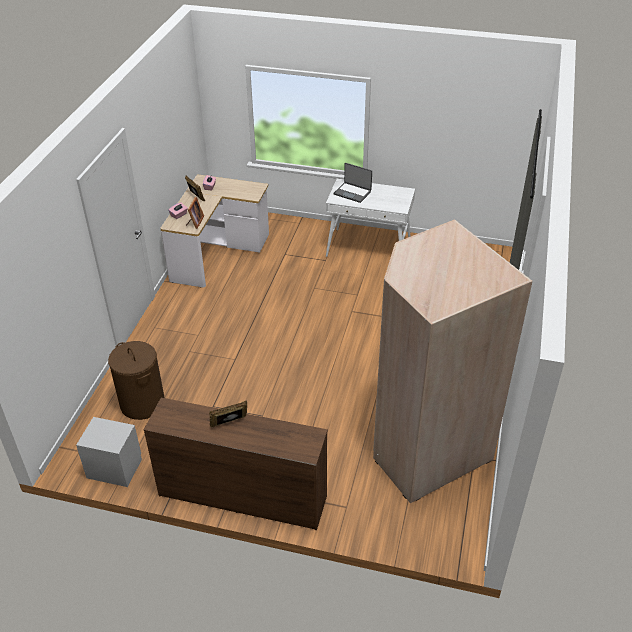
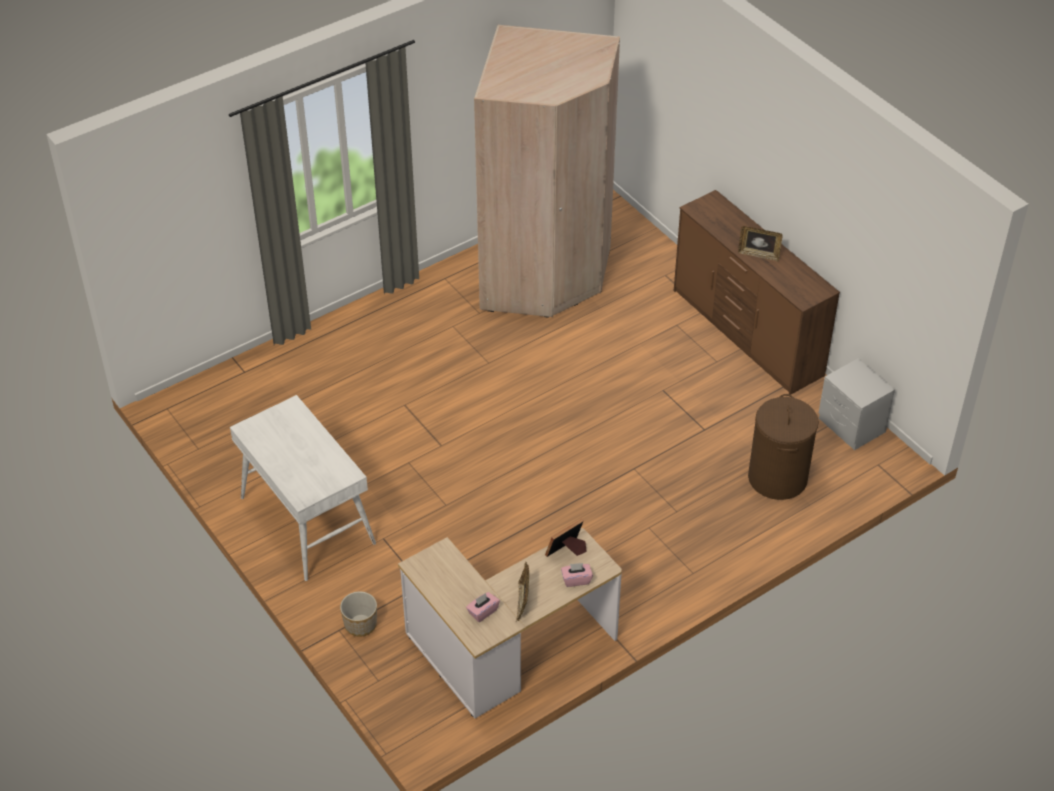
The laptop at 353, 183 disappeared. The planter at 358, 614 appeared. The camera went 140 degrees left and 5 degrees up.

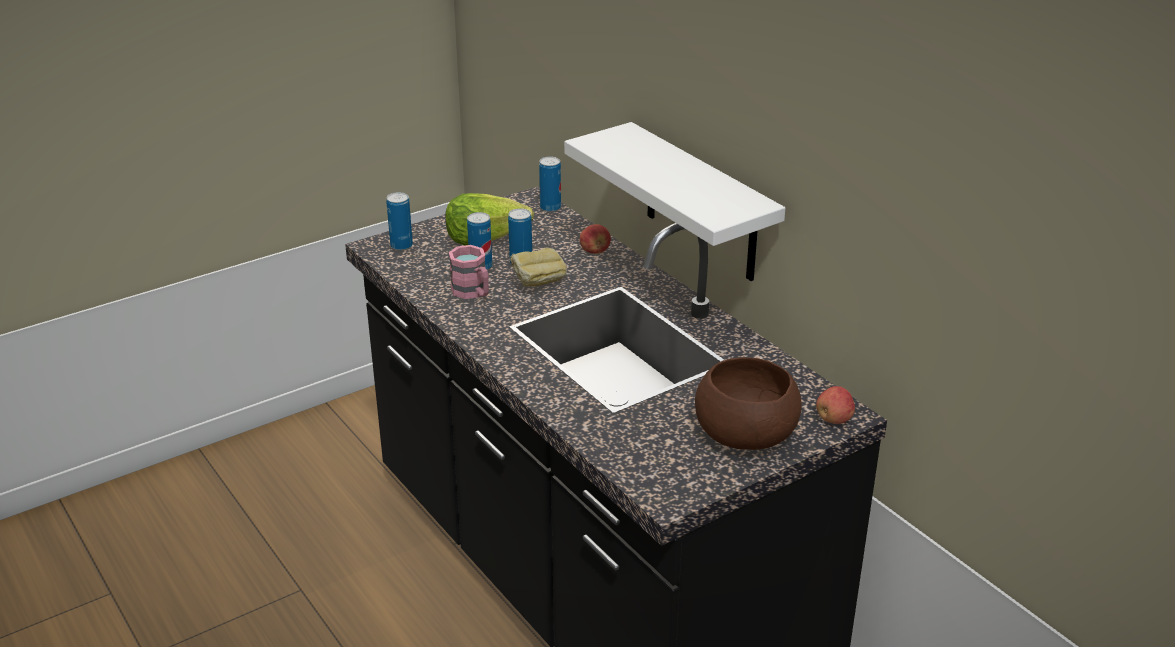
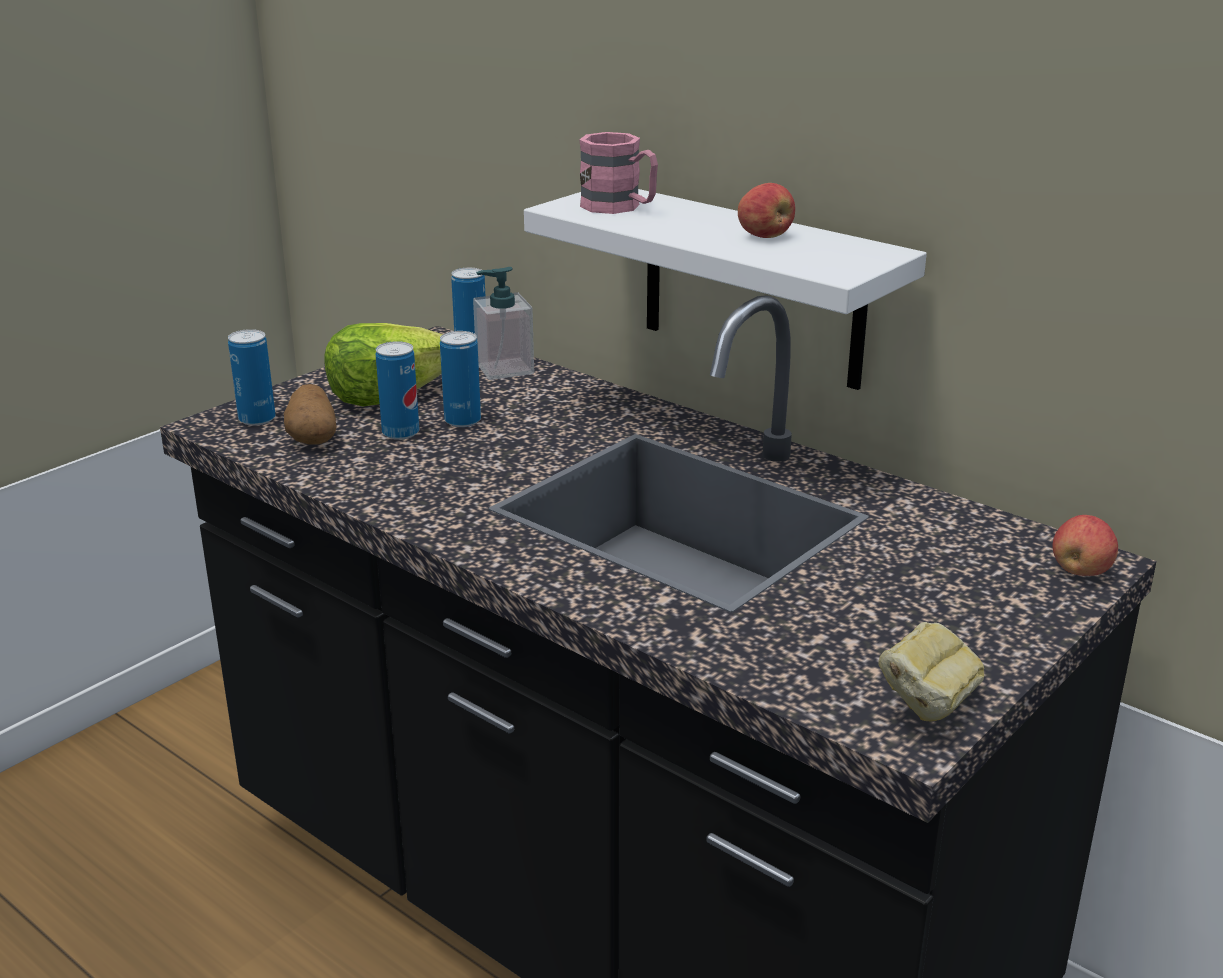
The pink mug moved from 469, 272 to 618, 173. The bread moved from 538, 267 to 931, 671. The apple moved from 595, 239 to 766, 210. The brown bowl at 748, 403 disappeared. The potato at 310, 414 appeared. The soap dispenser at 503, 323 appeared. The camera went 15 degrees left and 5 degrees down.

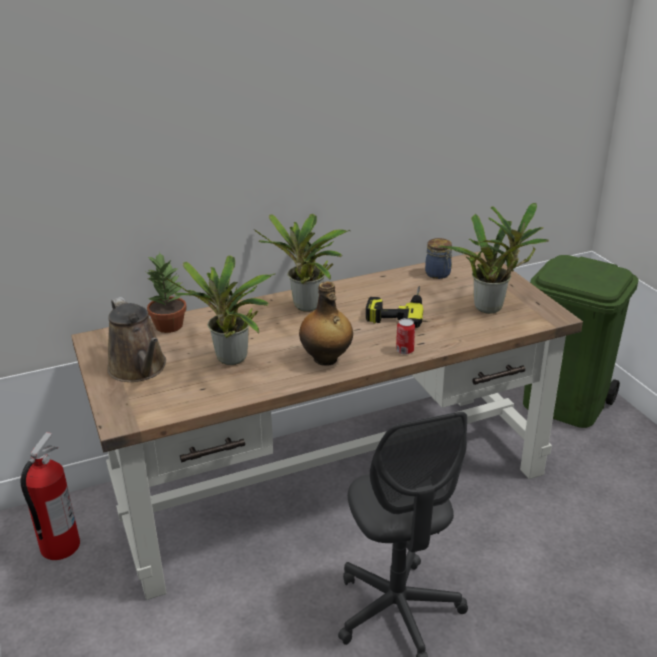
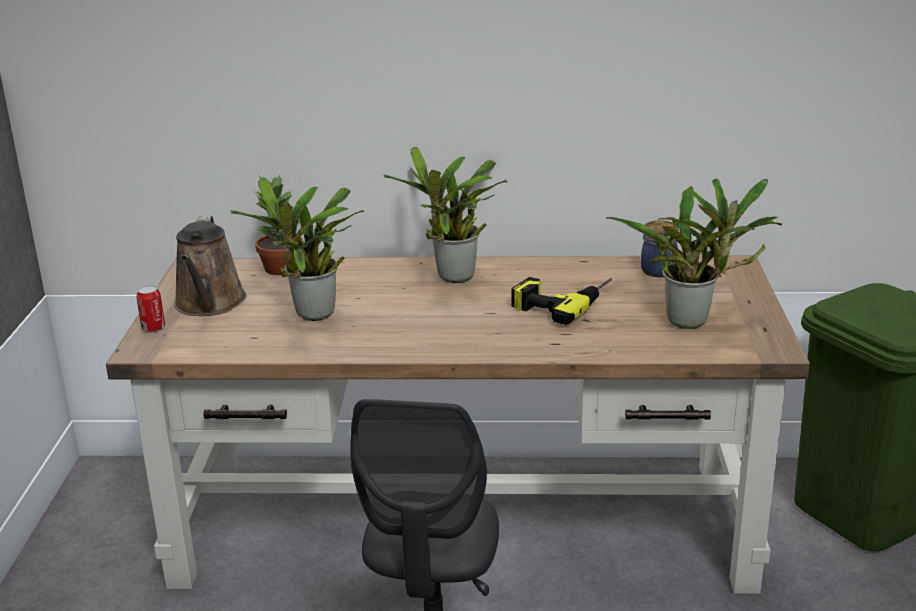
The fire extinguisher at 50, 496 disappeared. The bottle at 326, 323 disappeared. The can moved from 405, 336 to 150, 309. The camera went 25 degrees right and 5 degrees down.

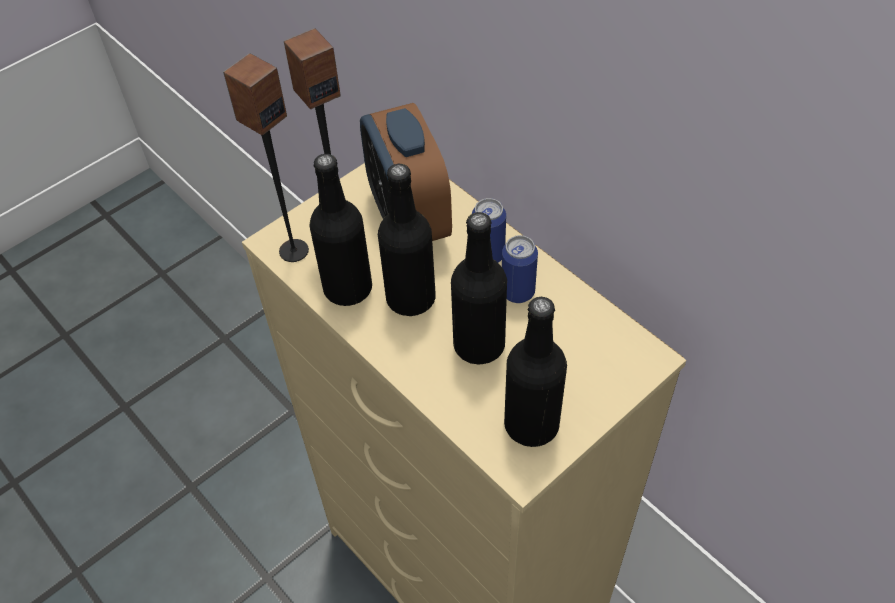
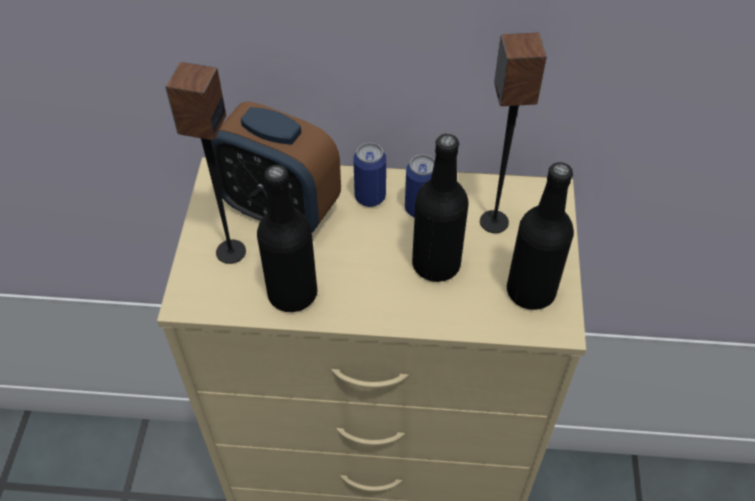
The speaker moved from 266, 157 to 513, 133. The black bottle at 407, 240 disappeared. The camera went 45 degrees left and 0 degrees up.

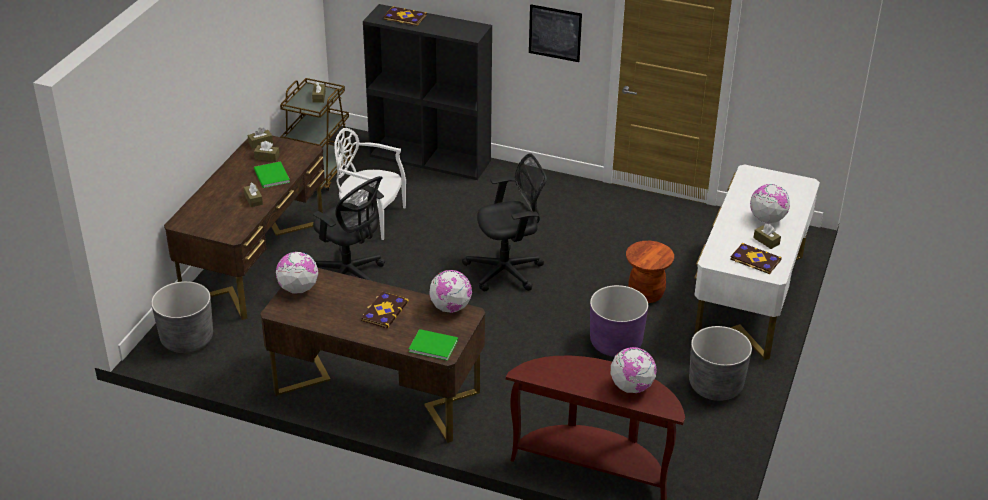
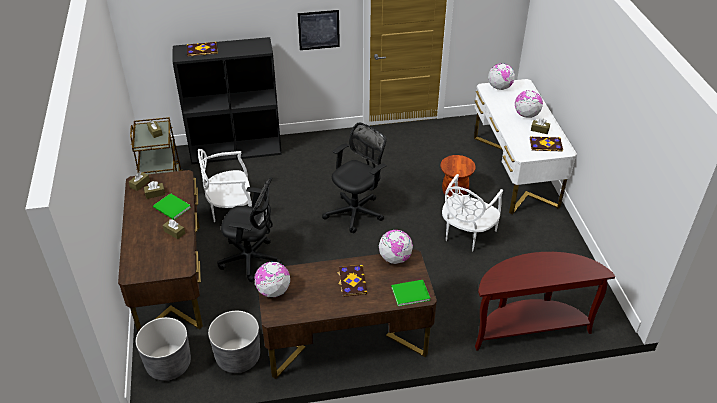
The purple planter at 619, 321 was replaced by the white chair at 472, 213. The globe moved from 634, 370 to 501, 76. The grey planter moved from 720, 363 to 234, 342. The camera went 30 degrees left and 5 degrees up.

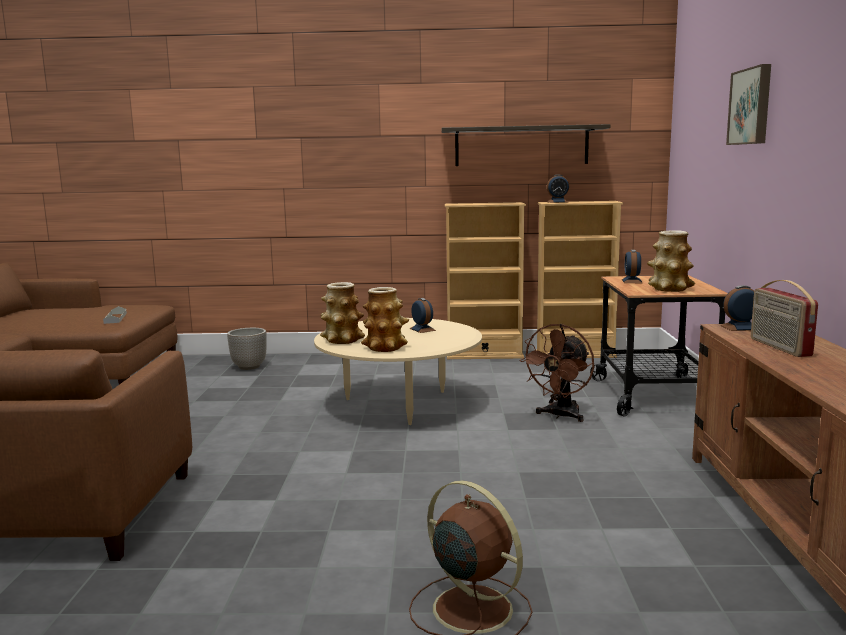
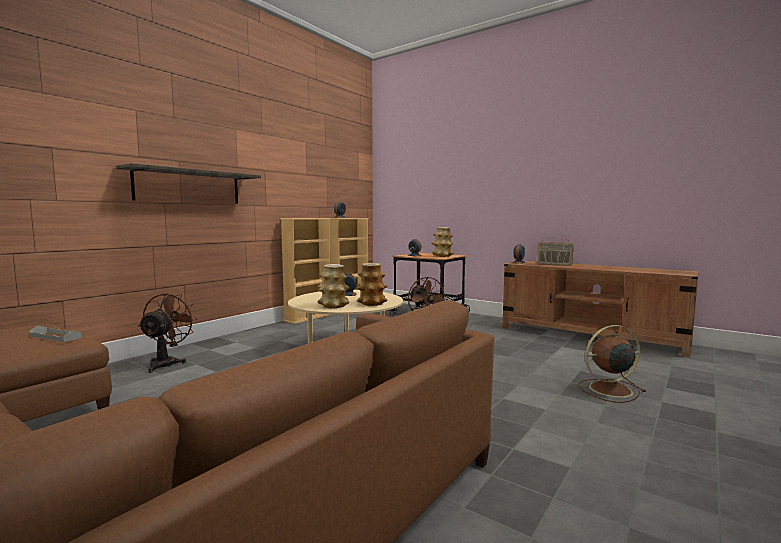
The planter at 247, 349 was replaced by the brown fan at 168, 333. The shelf moved from 526, 145 to 188, 183. The picture at 748, 104 disappeared. The camera went 55 degrees left and 5 degrees down.

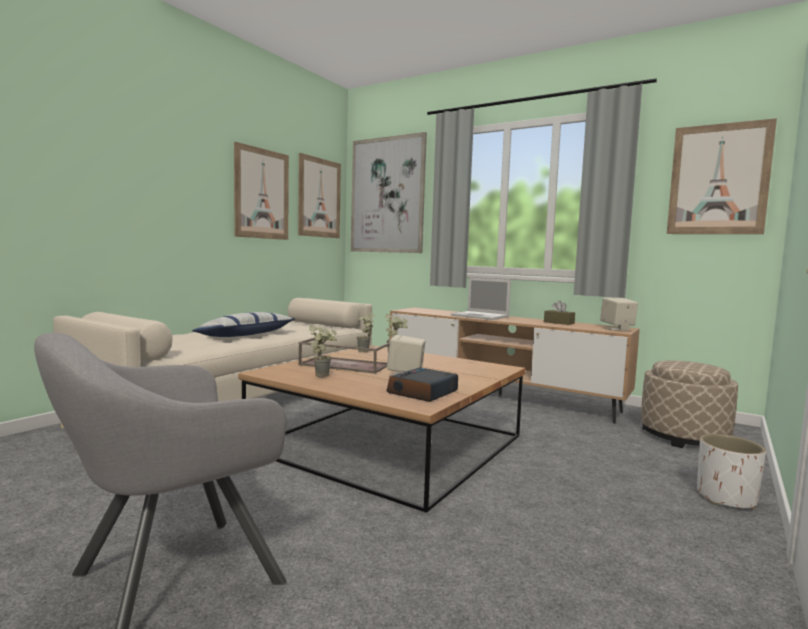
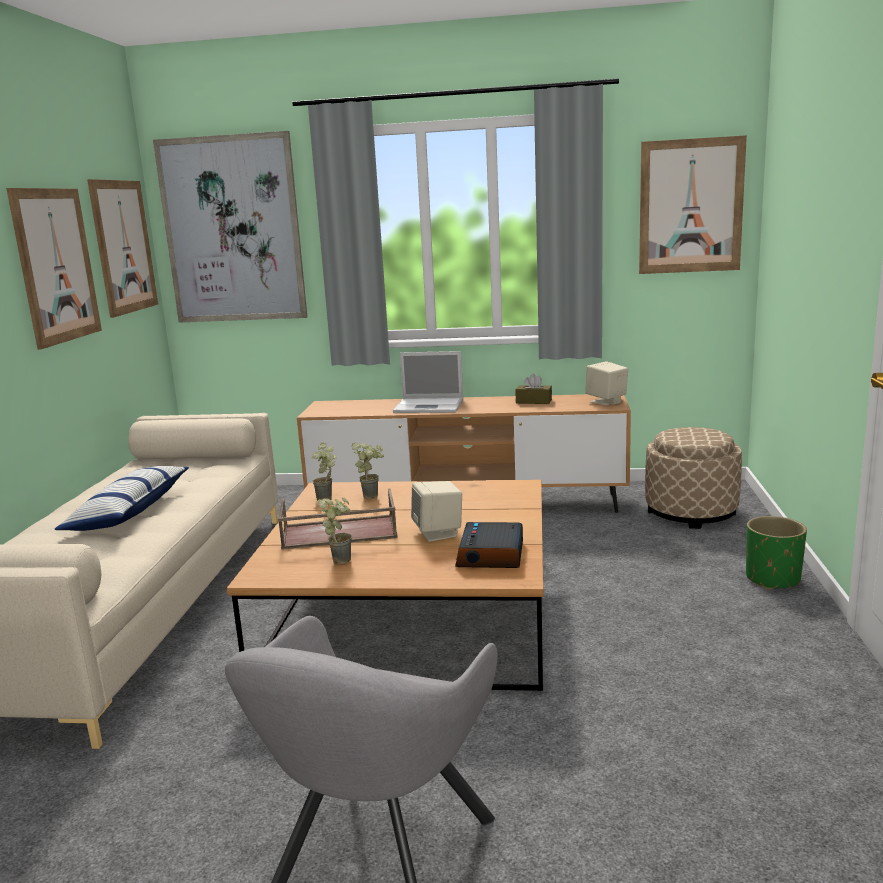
The white planter at 731, 472 became the green planter at 776, 553. The camera went 25 degrees left and 10 degrees up.

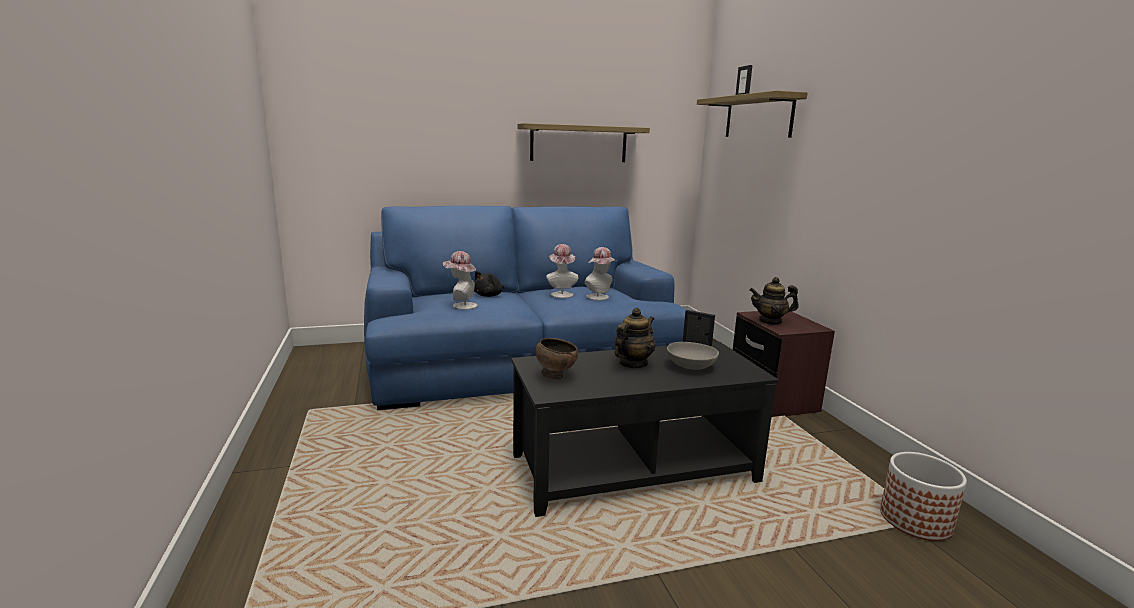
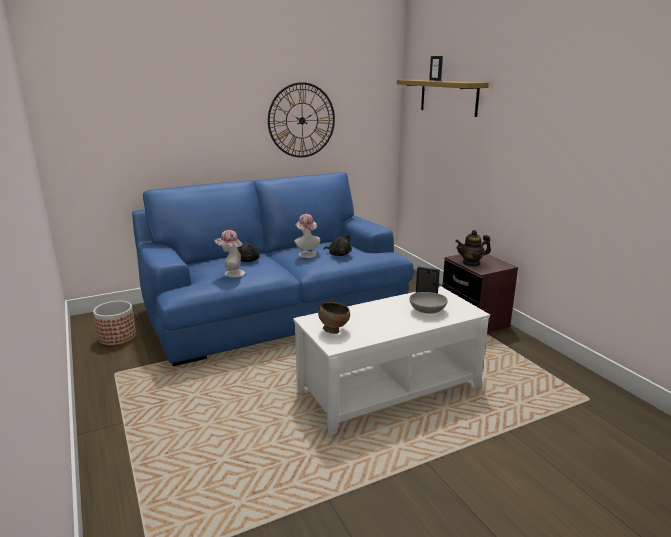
The black coffee table at 645, 429 became the white coffee table at 391, 360. The shelf at 583, 142 was replaced by the wall clock at 301, 120. The hat at 601, 273 was replaced by the black plush toy at 338, 245. The teapot at 635, 338 disappeared. The planter moved from 923, 496 to 114, 323. The camera went 10 degrees left and 5 degrees up.

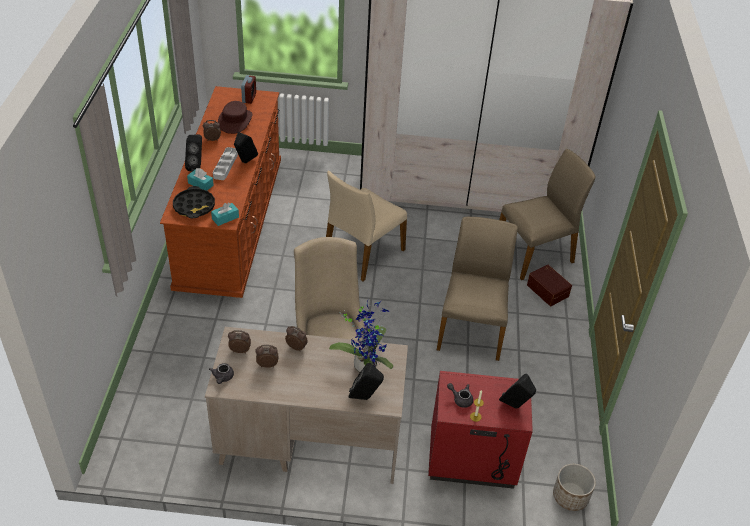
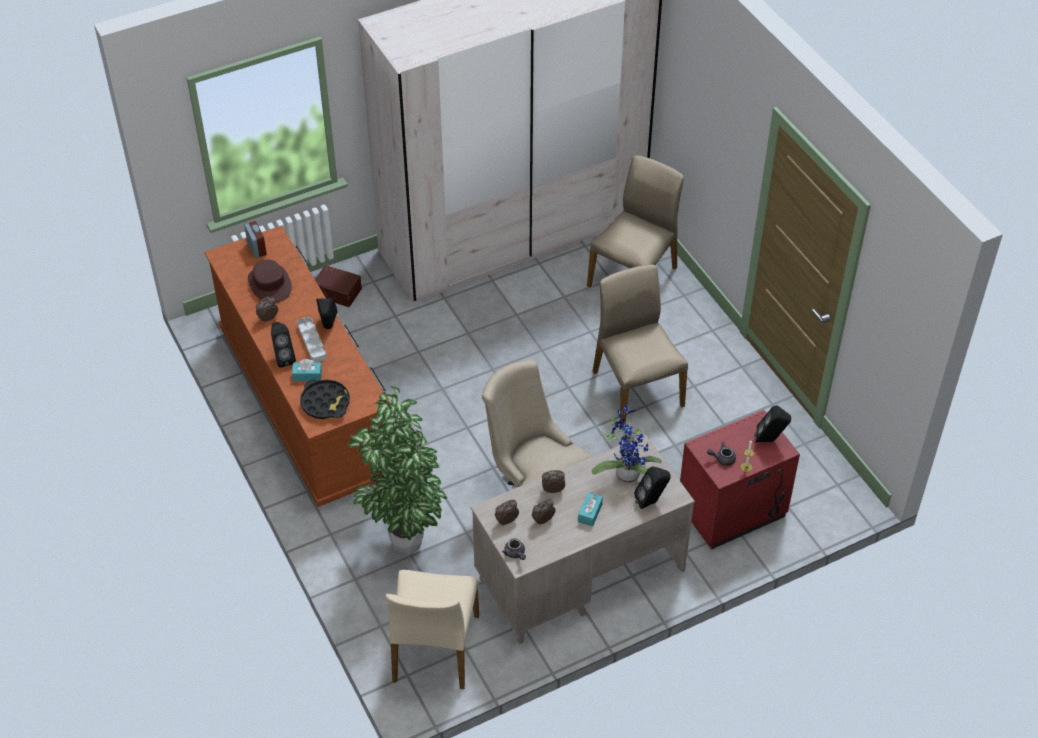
The turquoise tissue box moved from 225, 214 to 590, 509. The beige chair moved from 366, 225 to 432, 629. The brown storage box moved from 549, 285 to 338, 286. The planter at 574, 487 disappeared. The potted plant at 397, 471 appeared. The camera went 30 degrees left and 5 degrees up.

